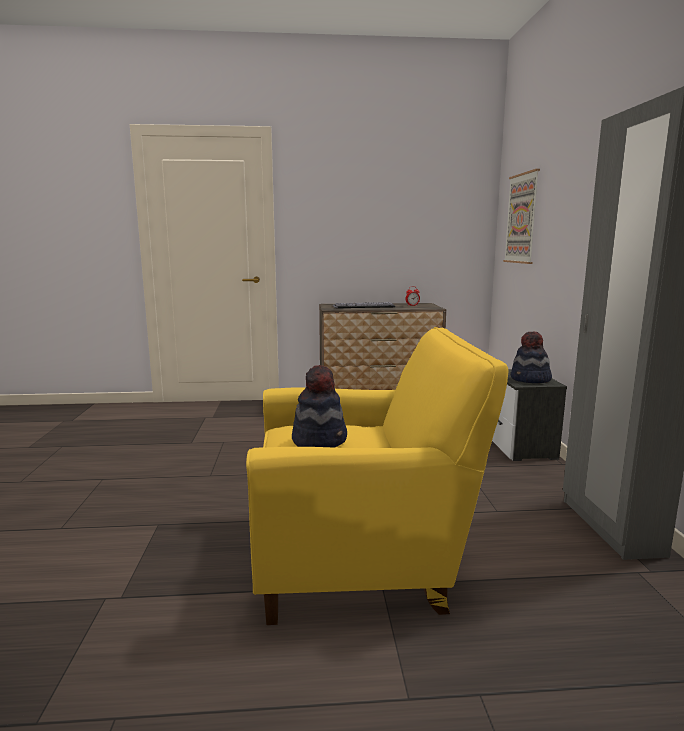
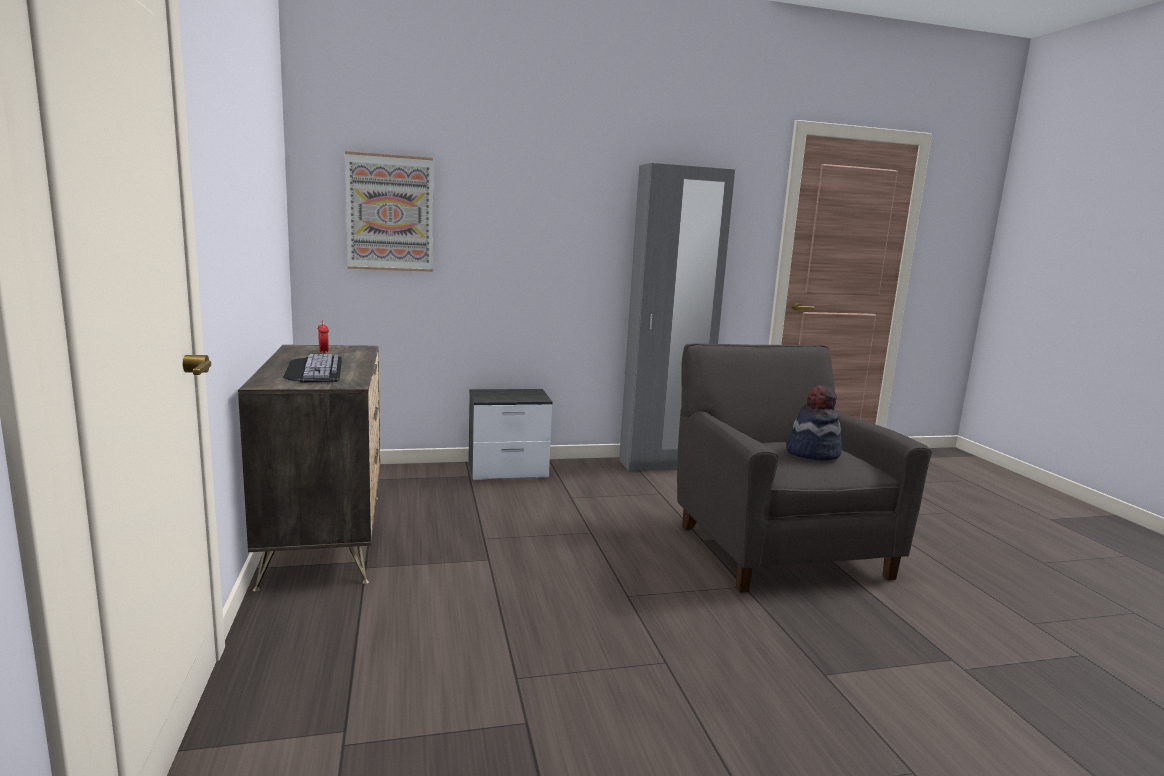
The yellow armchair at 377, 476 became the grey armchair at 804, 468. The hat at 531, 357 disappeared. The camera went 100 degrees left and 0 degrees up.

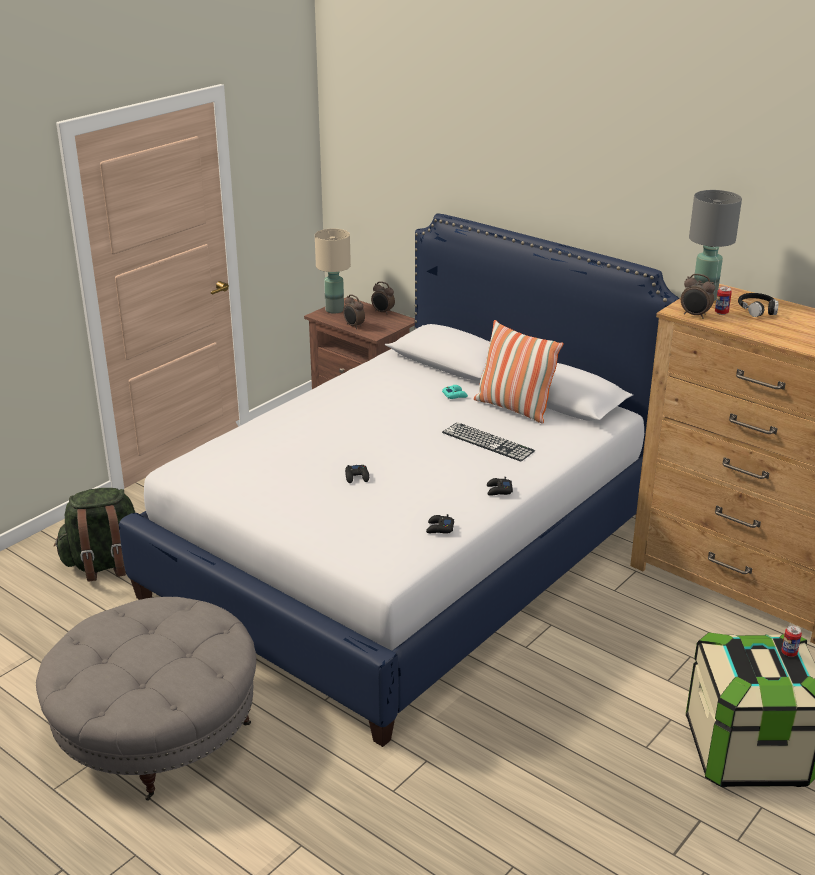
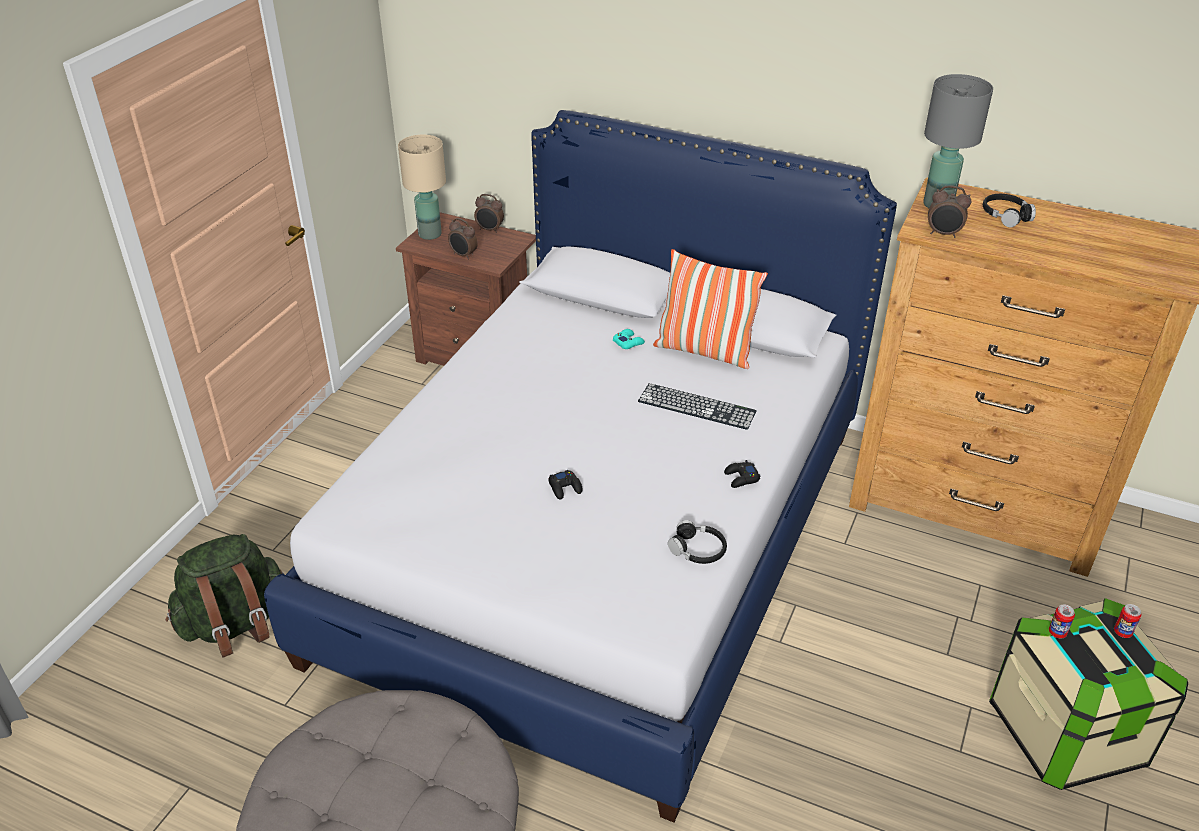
The black game controller at 440, 524 was replaced by the black headphones at 697, 542. The can moved from 723, 301 to 1062, 621. The camera went 15 degrees left and 10 degrees up.

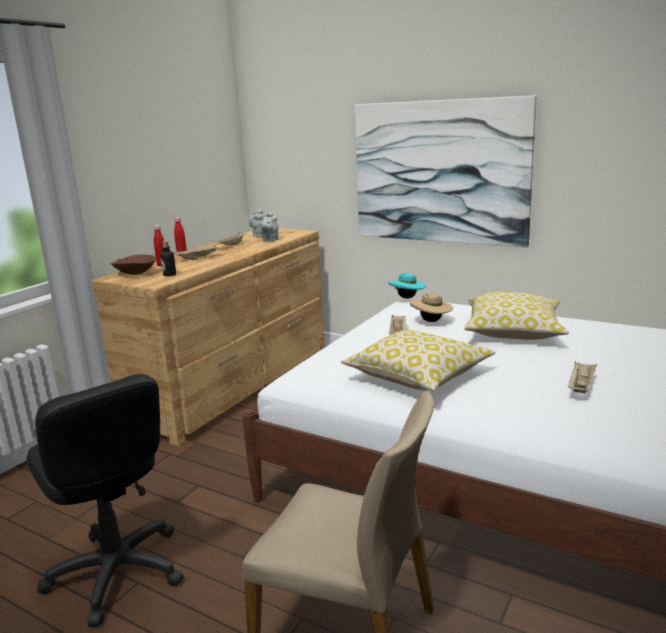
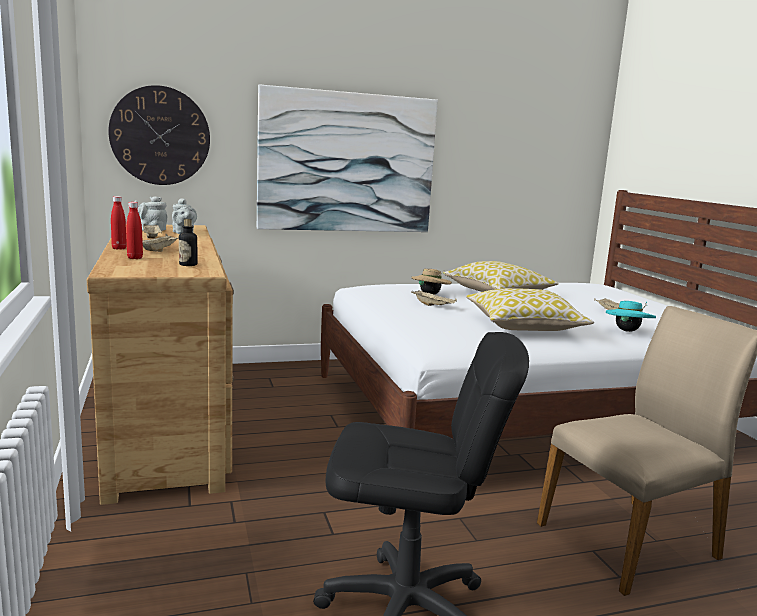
The brown bowl at 133, 264 disappeared. The turquoise hat moved from 407, 286 to 631, 316. The wall clock at 159, 135 appeared. The camera went 50 degrees left and 5 degrees down.

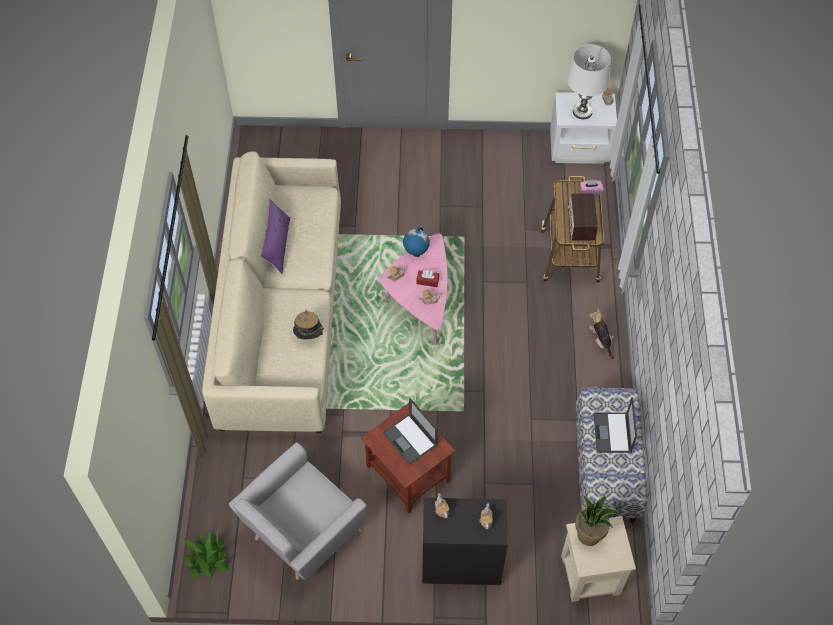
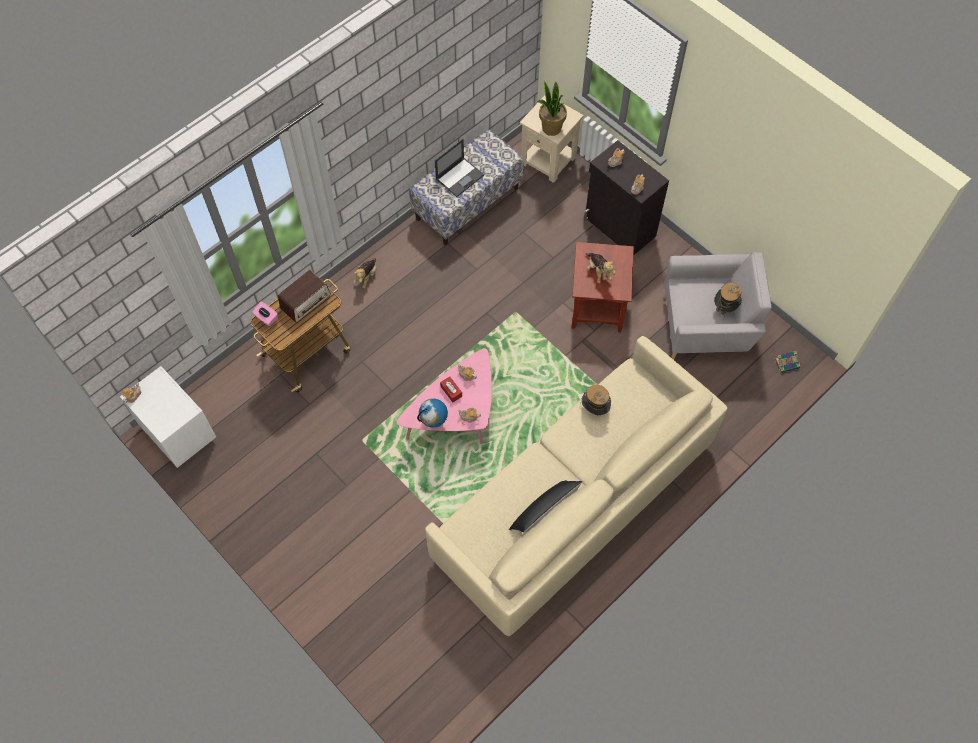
The potted plant at 205, 554 was replaced by the book at 788, 362. The purple pillow at 275, 236 became the black pillow at 546, 506. The laptop at 410, 431 was replaced by the plush toy at 601, 268. The white table lamp at 589, 81 disappeared. The hat at 728, 298 appeared. The camera went 135 degrees left and 5 degrees up.

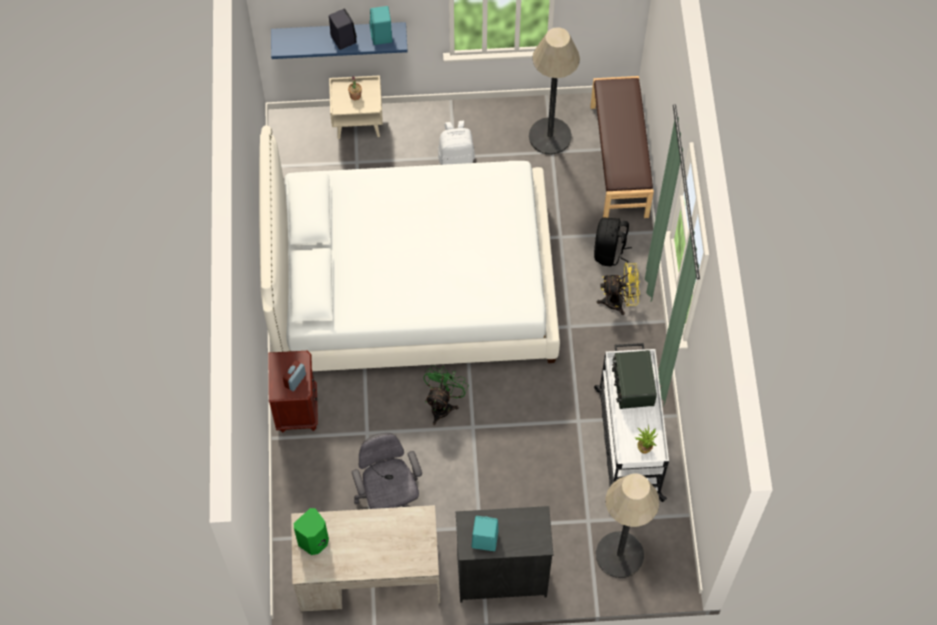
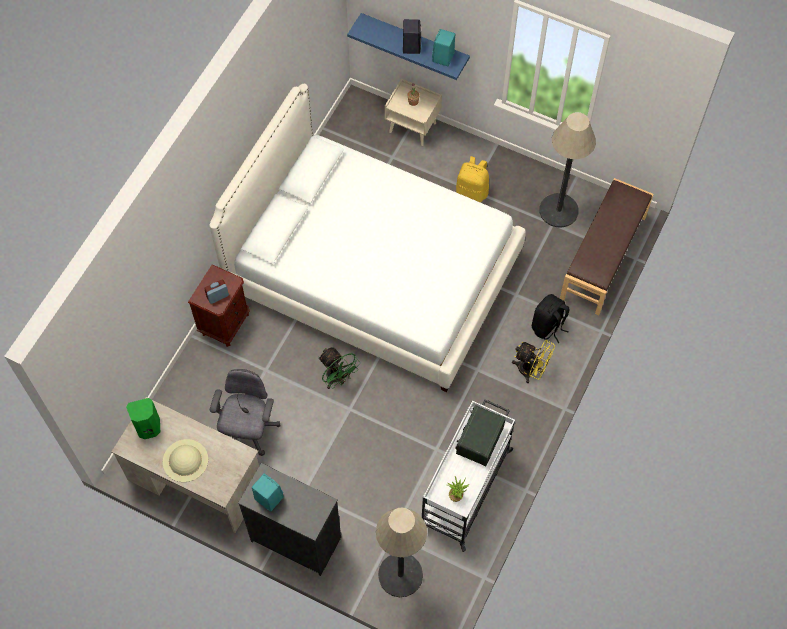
The green fan at 446, 395 turned 90 degrees clockwise. The white backpack at 456, 143 became the yellow backpack at 472, 179. The beige hat at 185, 460 appeared. The camera went 30 degrees right and 0 degrees up.

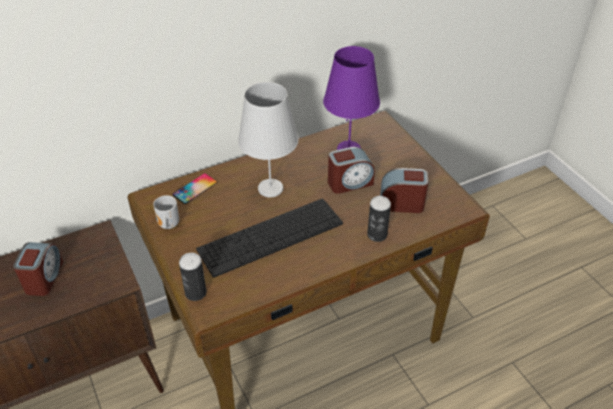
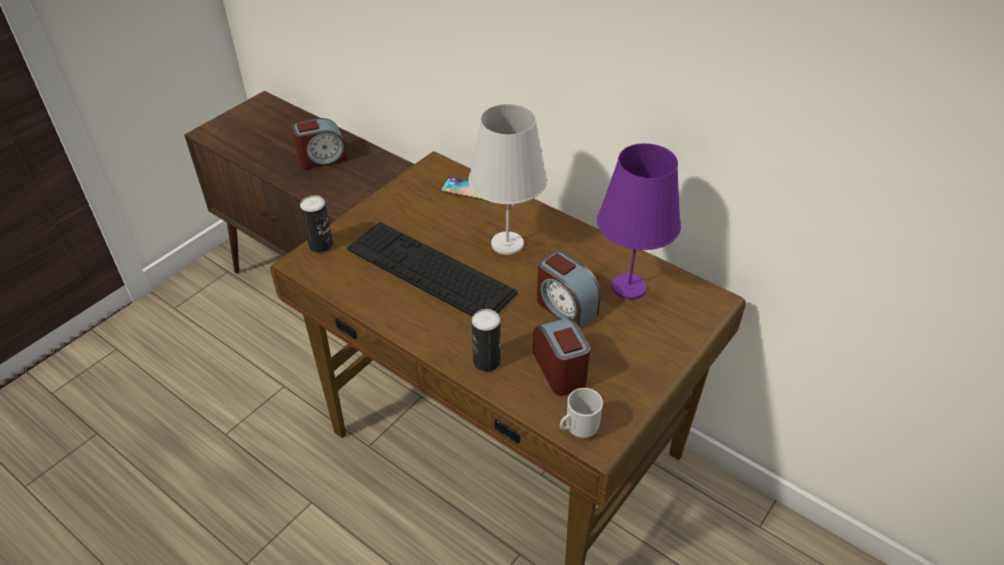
The mug moved from 166, 212 to 581, 413. The camera went 65 degrees right and 0 degrees up.

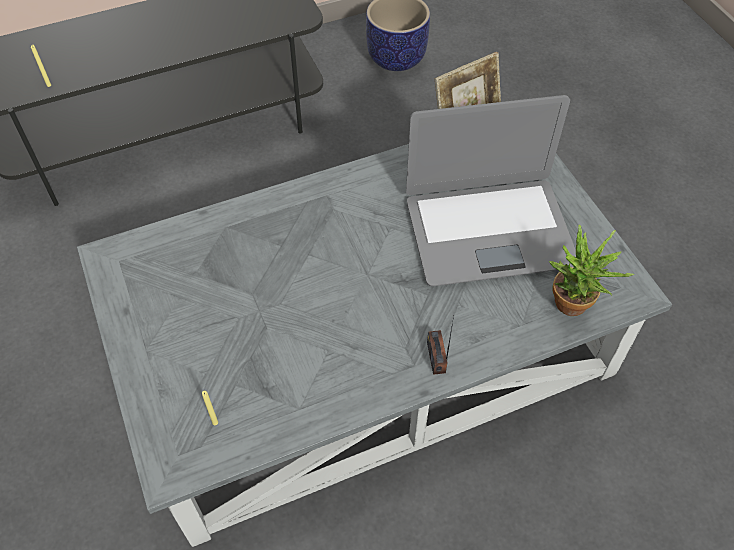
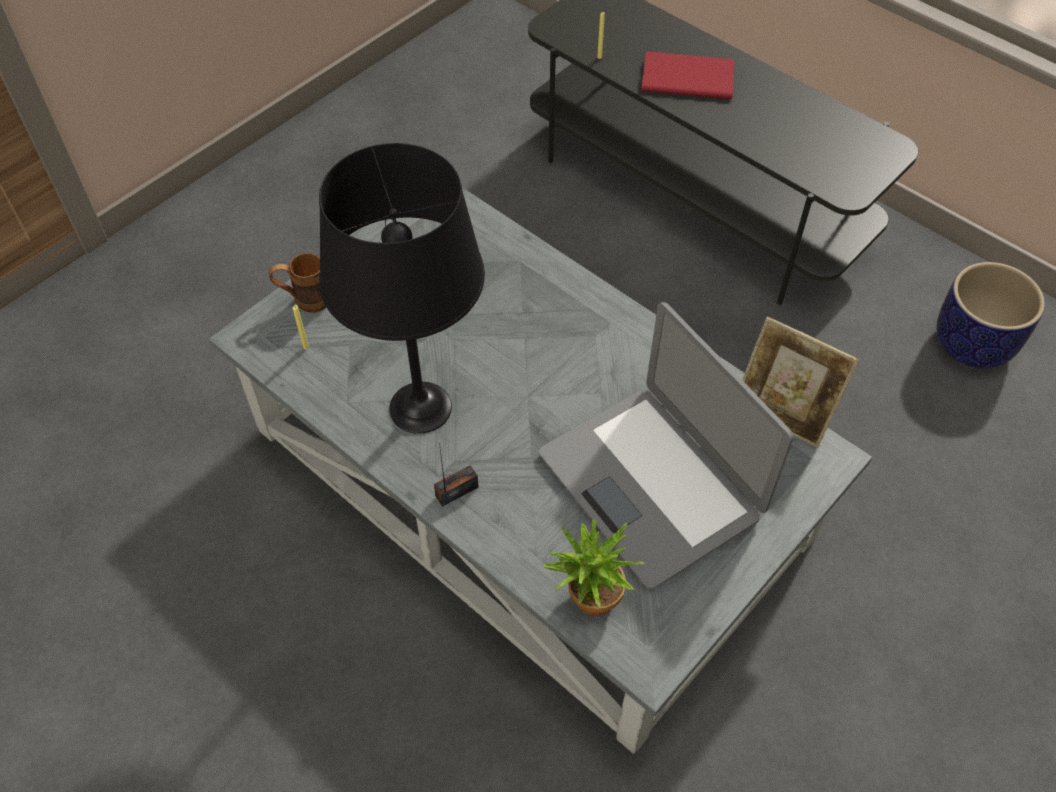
The brown mug at 297, 283 appeared. The black table lamp at 402, 288 appeared. The red book at 688, 75 appeared. The camera went 65 degrees right and 0 degrees up.

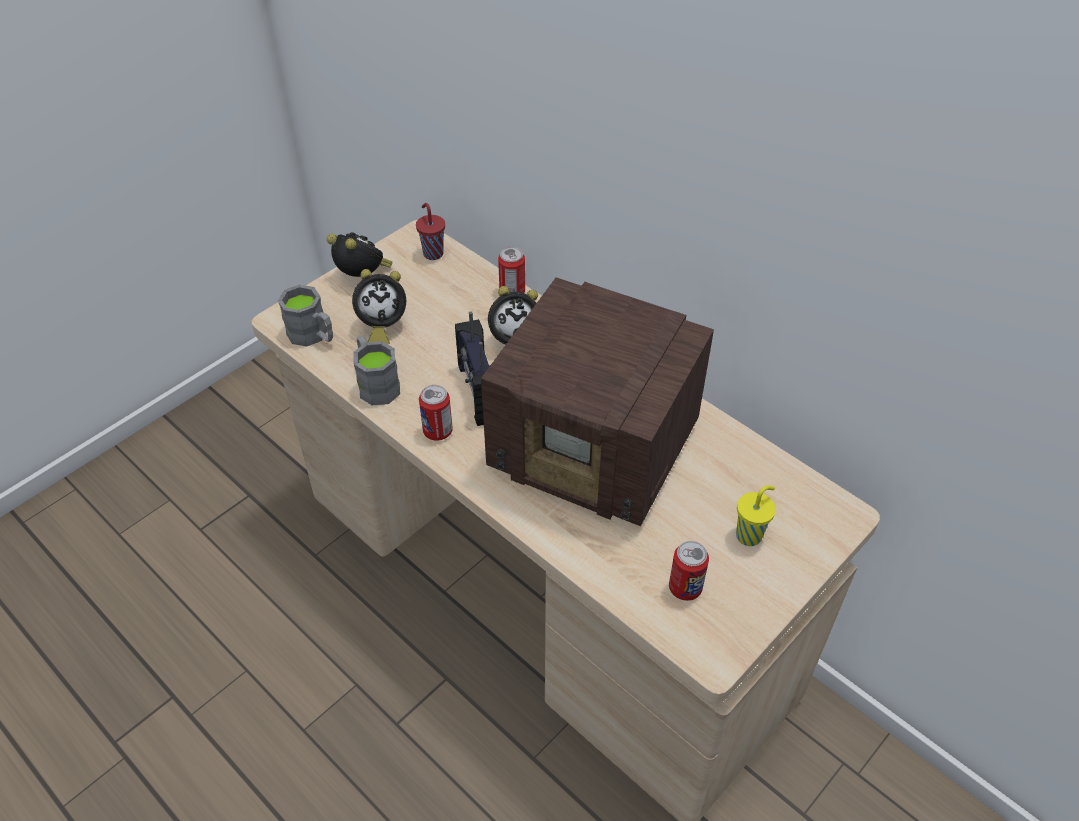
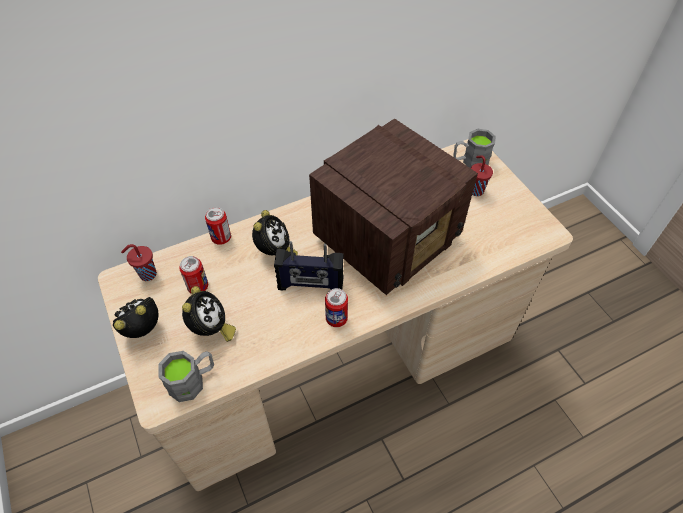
The grey mug moved from 376, 370 to 474, 148. The can moved from 689, 571 to 193, 275. The yellow cup at 756, 515 became the red cup at 482, 175. The camera went 70 degrees left and 5 degrees up.

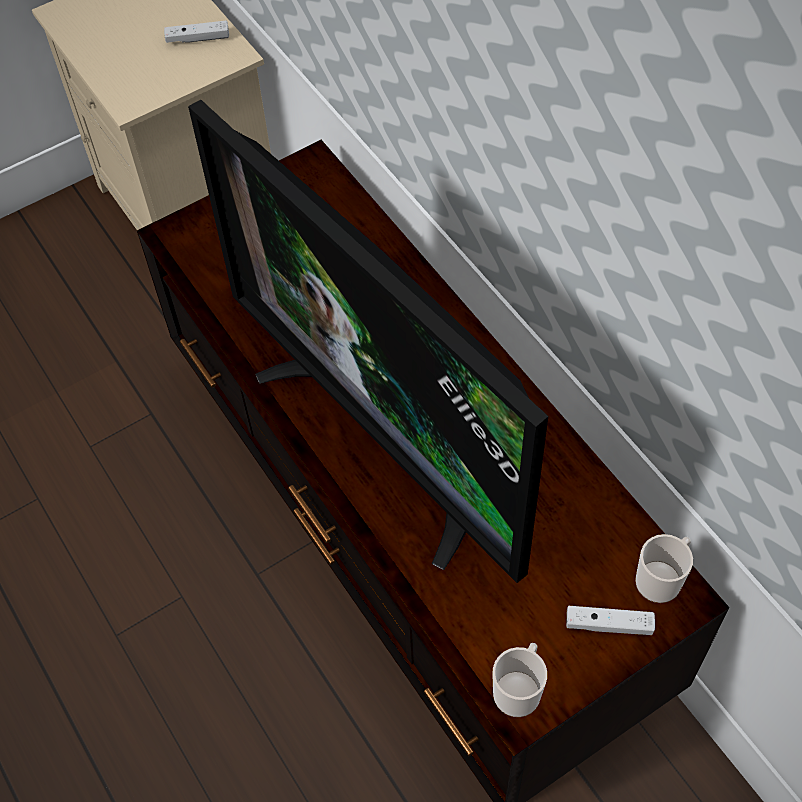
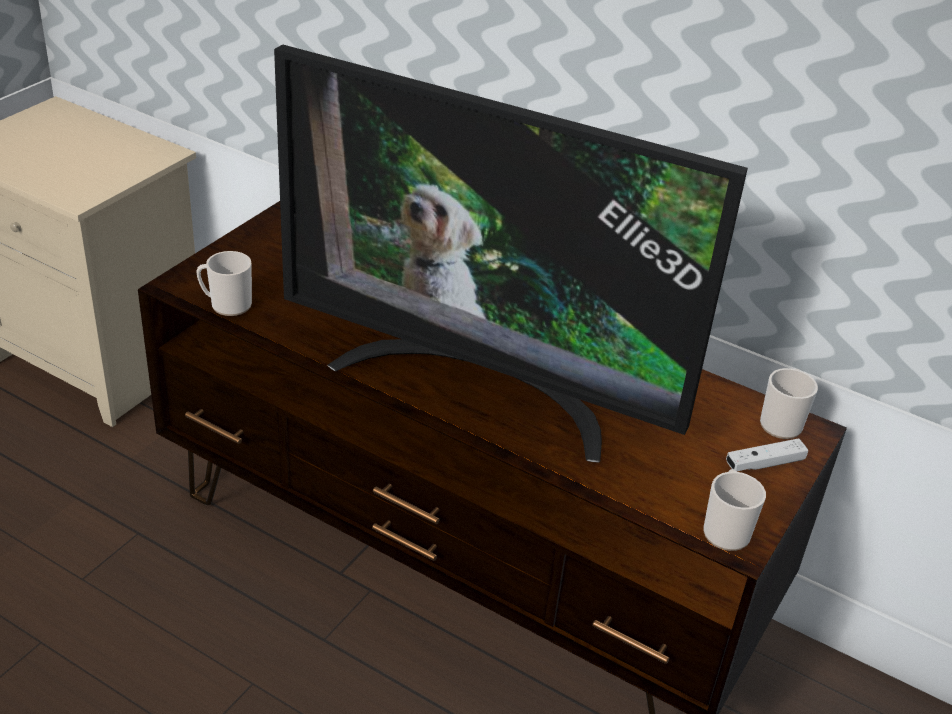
The white game controller at 196, 31 disappeared. The mug at 224, 283 appeared. The camera went 30 degrees left and 20 degrees down.

